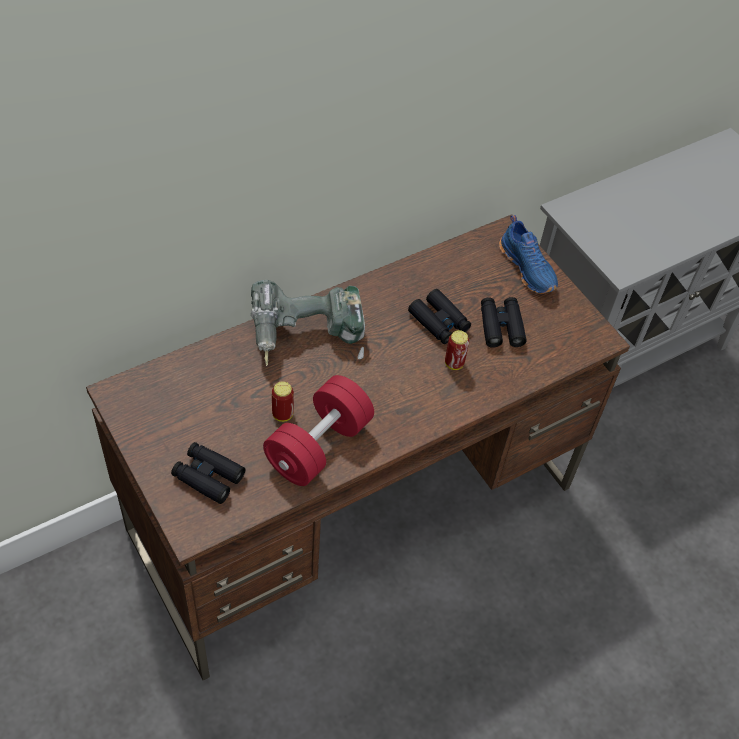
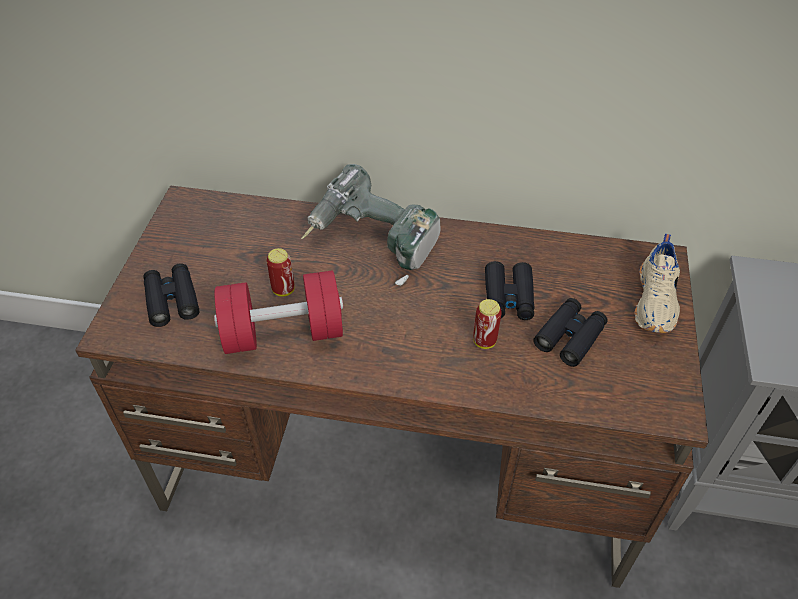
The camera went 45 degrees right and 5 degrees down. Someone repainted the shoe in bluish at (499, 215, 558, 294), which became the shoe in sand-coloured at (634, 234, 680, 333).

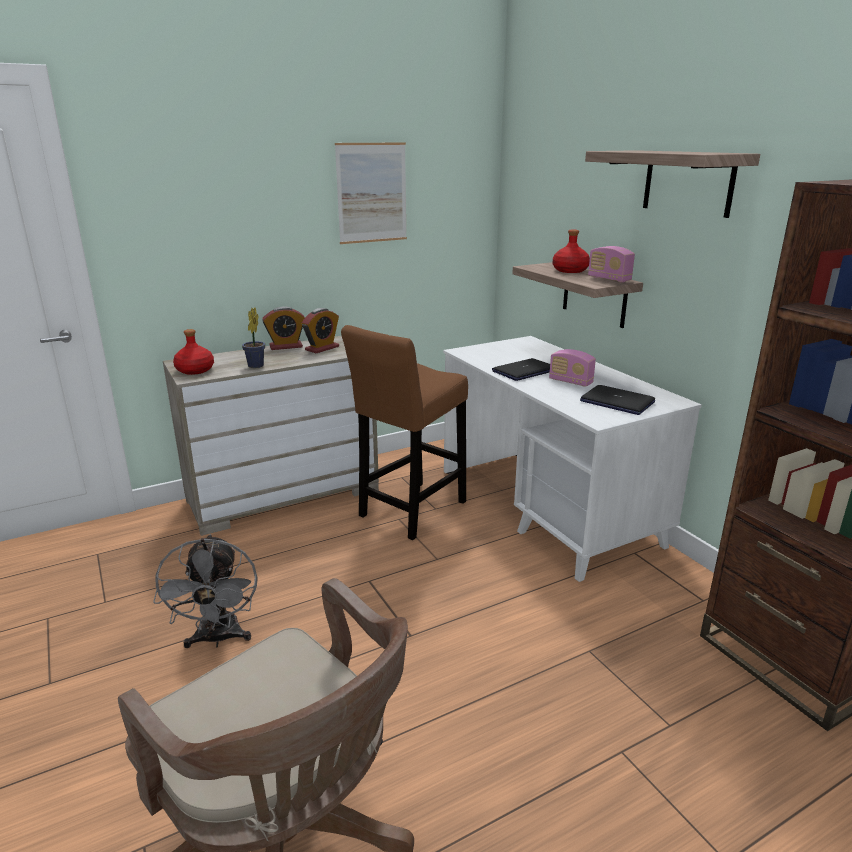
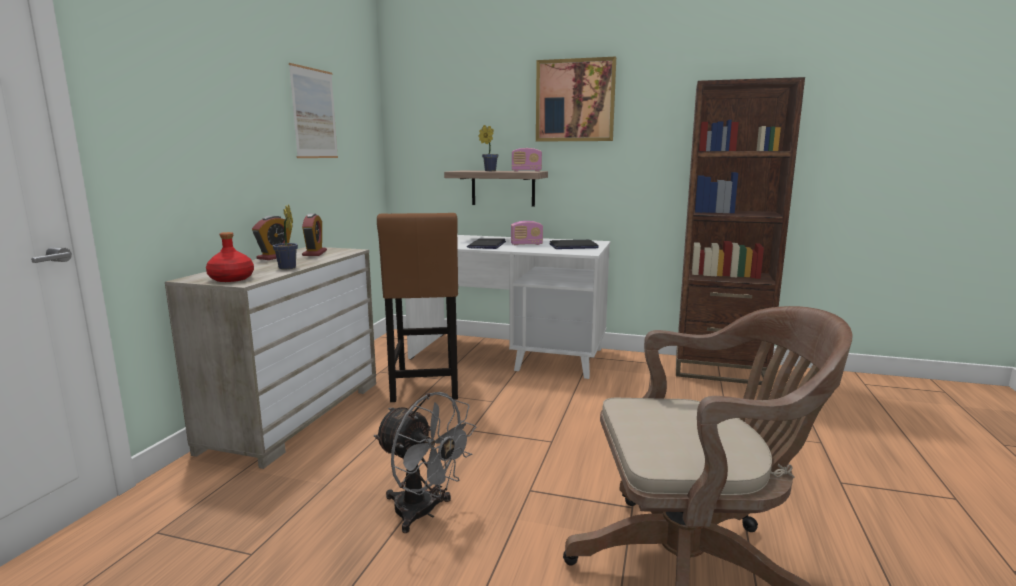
The camera went 45 degrees left and 10 degrees down. Someone swapped the bottle in red at (553, 230, 590, 273) for the houseplant at (478, 125, 499, 171). Someone swapped the bracket shelf at (585, 150, 760, 218) for the wall art at (536, 57, 616, 142).

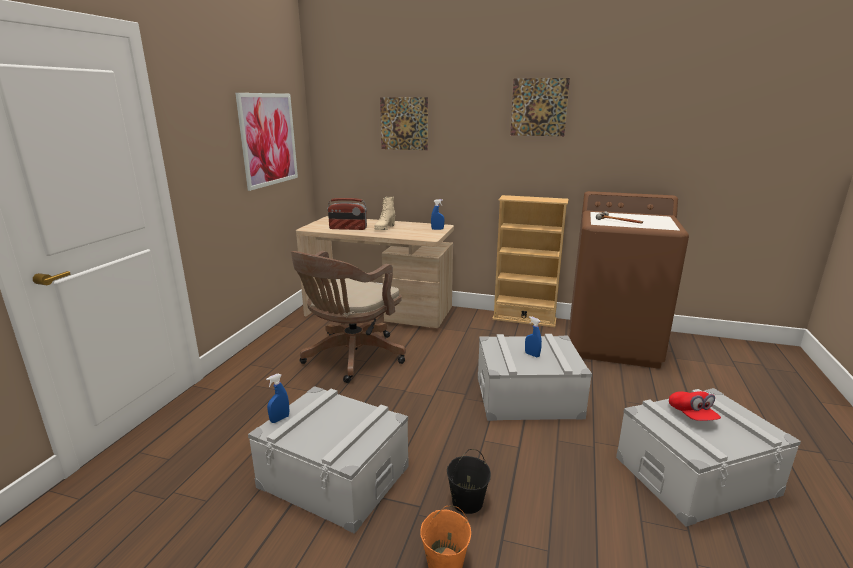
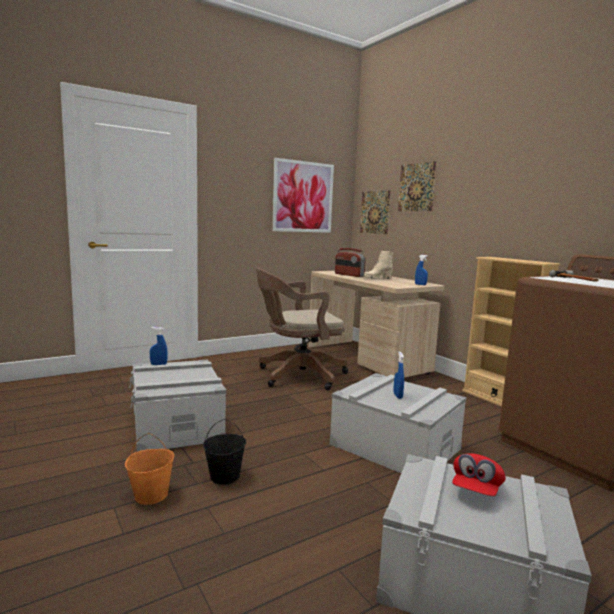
The camera went 40 degrees right and 10 degrees down. Someone carried the wall art from (510, 78, 570, 136) to (360, 190, 391, 234).

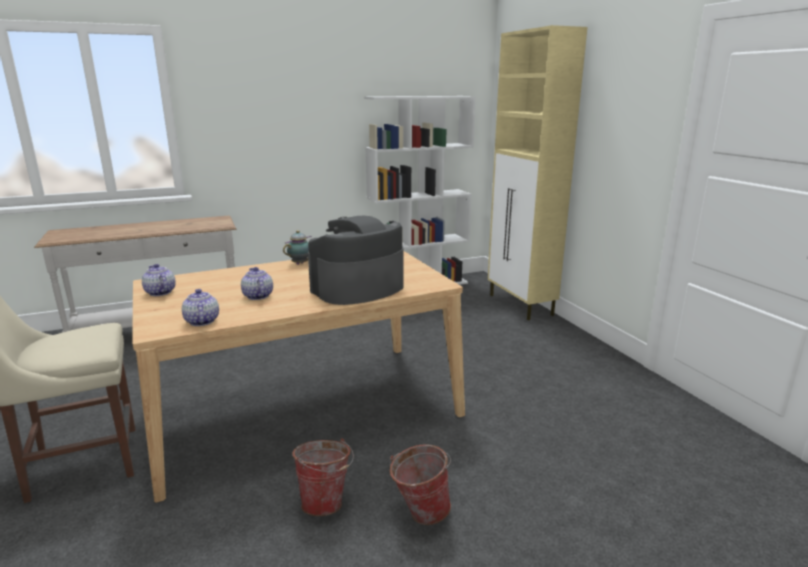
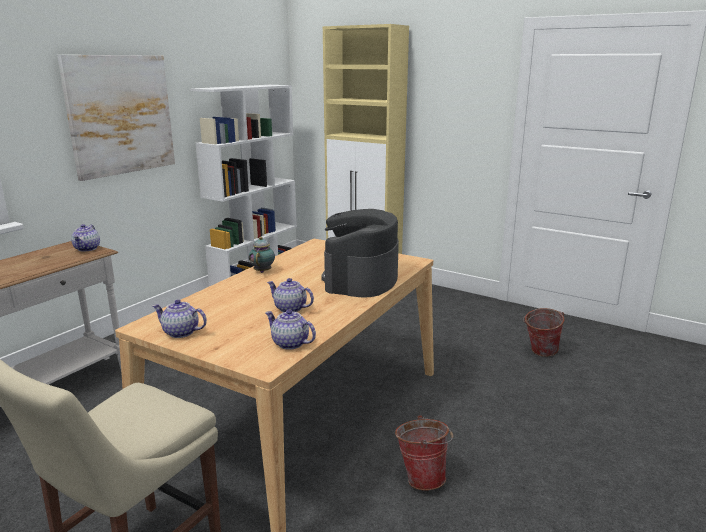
The camera went 35 degrees left and 0 degrees up. Someone carried the pail from (390, 444, 451, 525) to (523, 308, 565, 357). Someone put up the wall art at (57, 55, 175, 181). Someone put down the teapot at (71, 224, 100, 251).

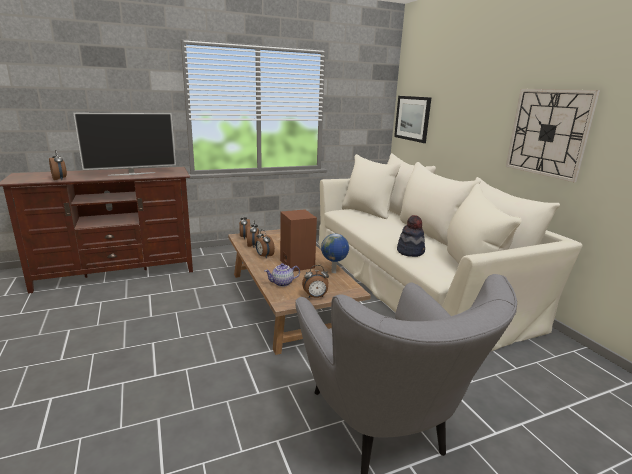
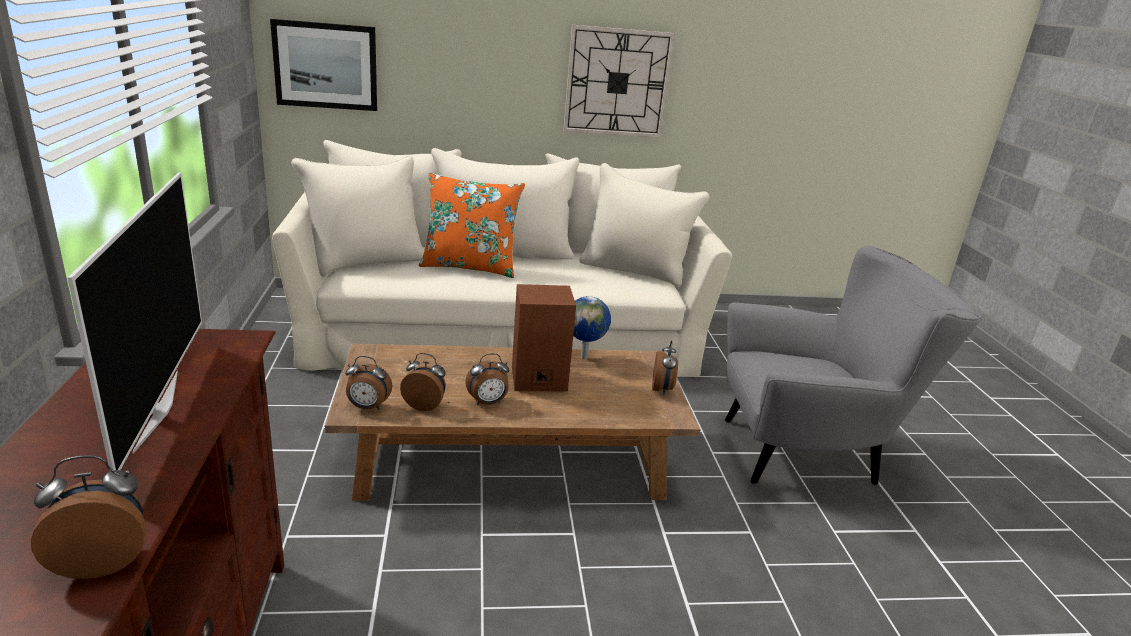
The camera went 75 degrees left and 5 degrees up. Someone took away the teapot at (265, 263, 300, 287). Someone took away the wearable hat at (397, 215, 425, 257). Someone put down the throw pillow in orange-coloured at (419, 173, 525, 278).

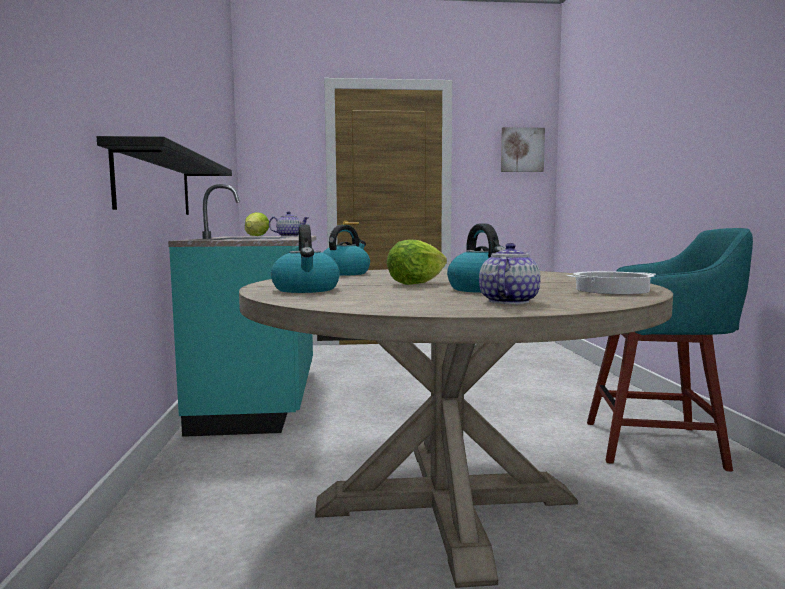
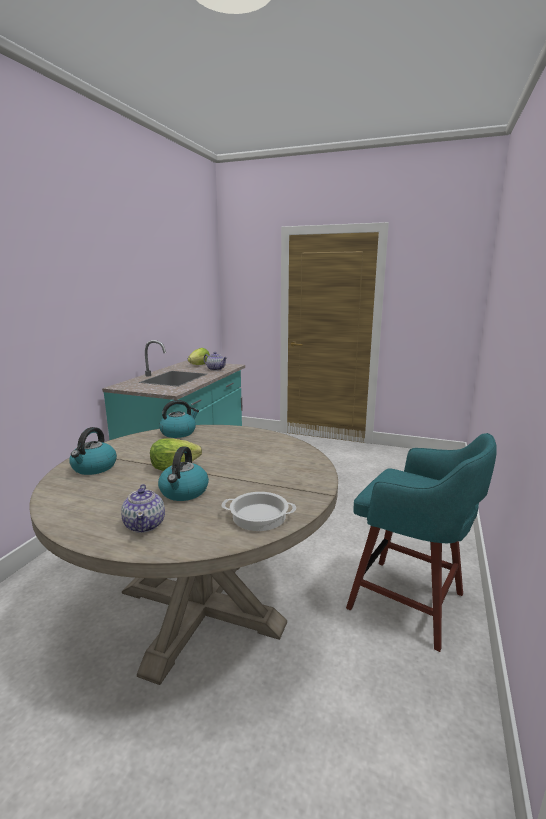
The camera went 25 degrees right and 10 degrees up. Someone took away the bracket shelf in blackish at (97, 136, 232, 215). Someone rotated the teapot at (479, 243, 541, 304) by 120 degrees clockwise. Someone took away the wall art at (501, 127, 545, 172).

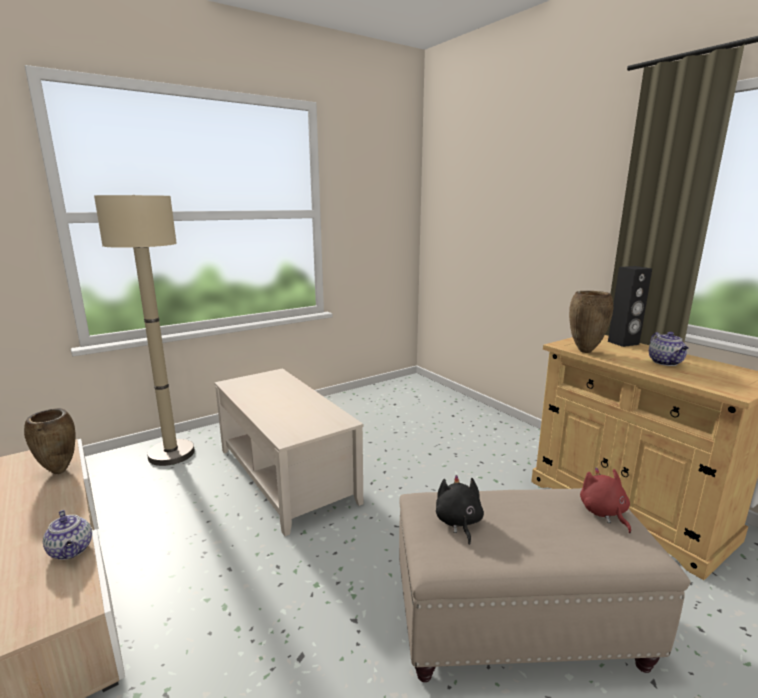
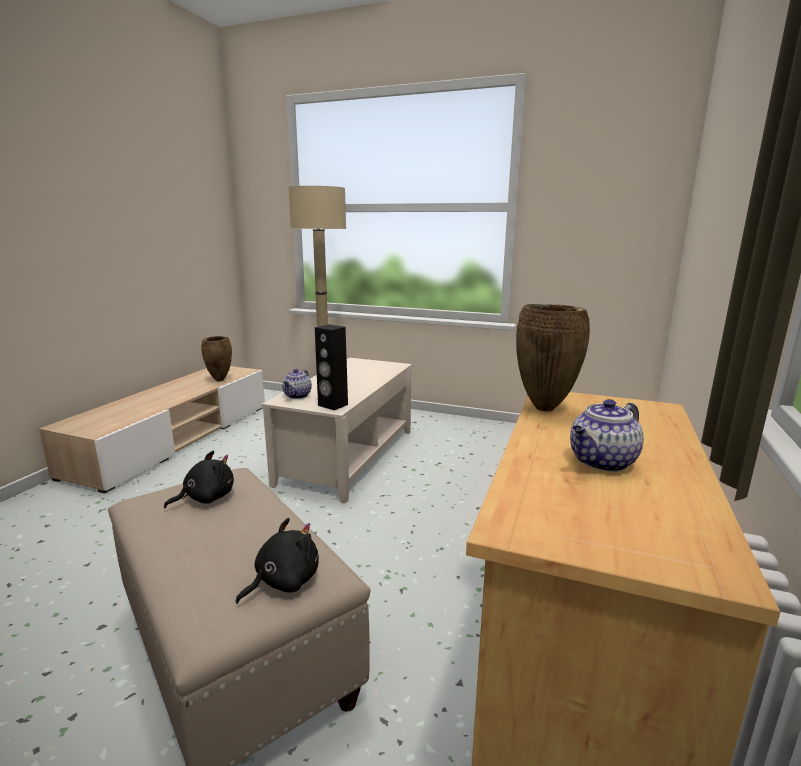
The camera went 55 degrees right and 0 degrees up. Someone carried the teapot from (43, 510, 92, 560) to (282, 369, 312, 399). Someone repainted the plush toy in red at (580, 467, 631, 533), which became the plush toy in blackish at (236, 518, 319, 604). Someone carried the audio speaker in blackish from (608, 266, 652, 347) to (315, 324, 348, 410).

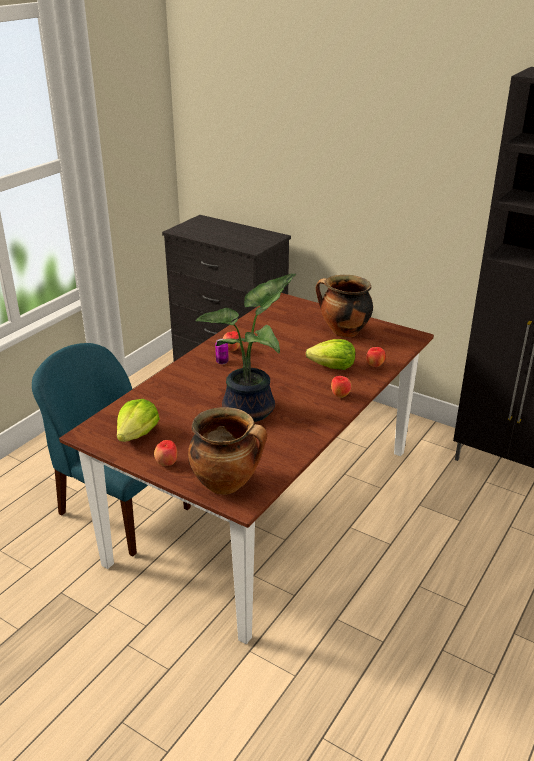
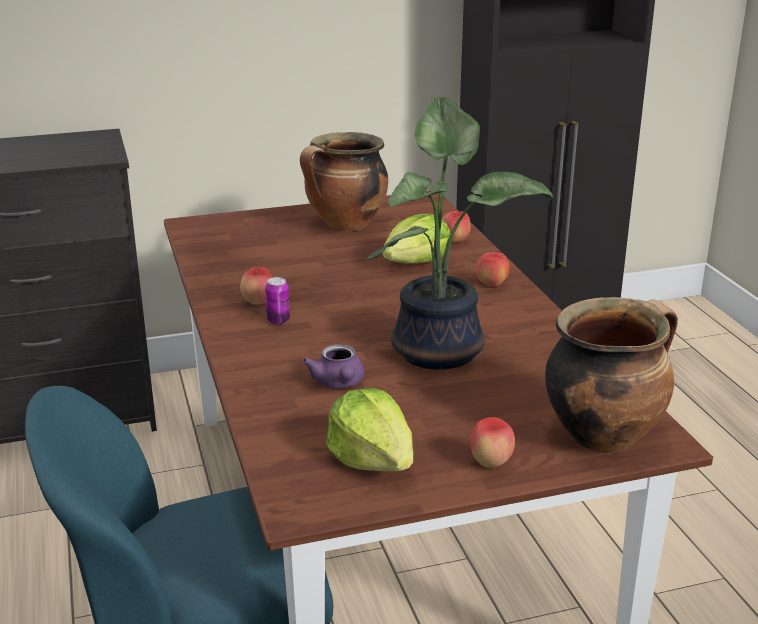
The camera went 50 degrees left and 5 degrees down. Someone put down the teapot in purple at (303, 344, 364, 388).

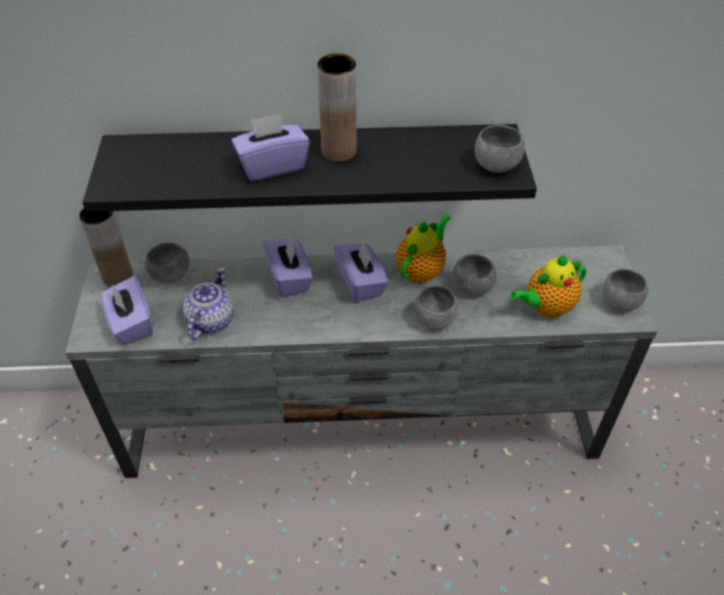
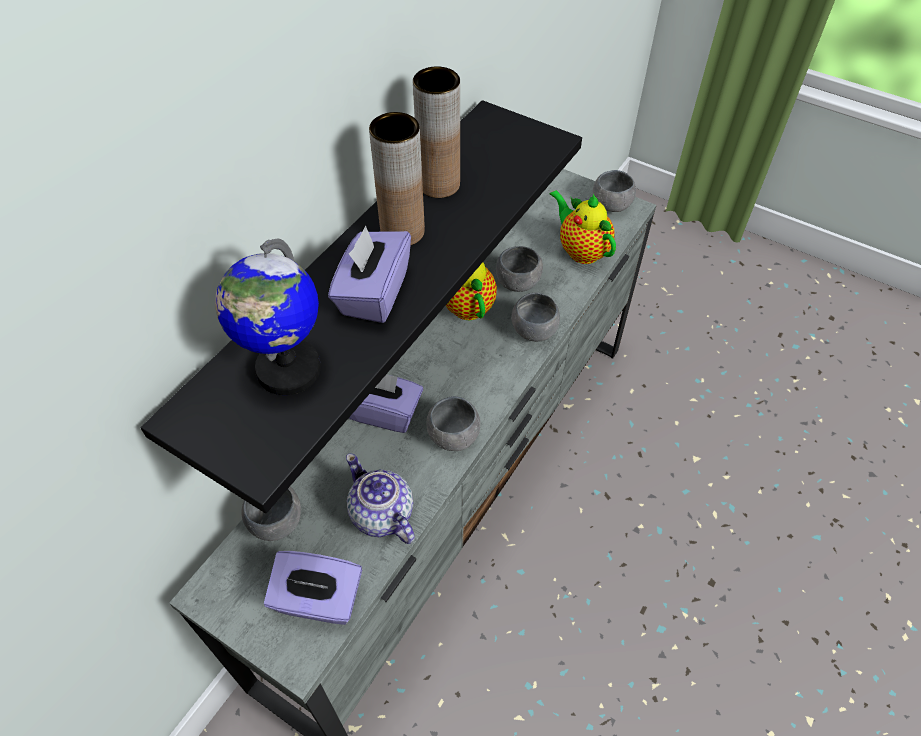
The camera went 55 degrees left and 5 degrees up. Someone carried the decorative vase in brown from (79, 208, 133, 287) to (413, 66, 460, 198). Someone took away the tissue holder in purple at (334, 241, 389, 302). Someone carried the deep dish in greyish from (475, 125, 525, 173) to (427, 396, 480, 451). Someone rotated the teapot at (510, 255, 586, 317) by 135 degrees clockwise. Someone put down the world globe at (215, 238, 321, 395).

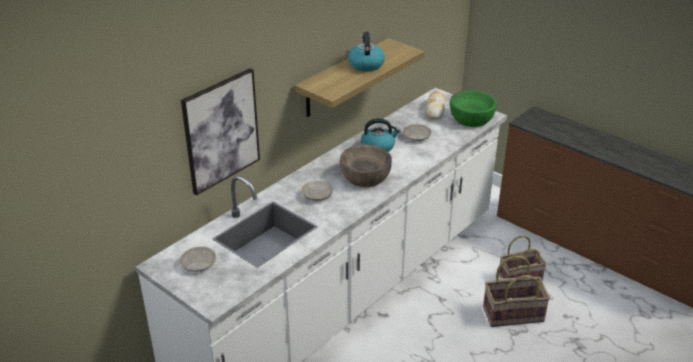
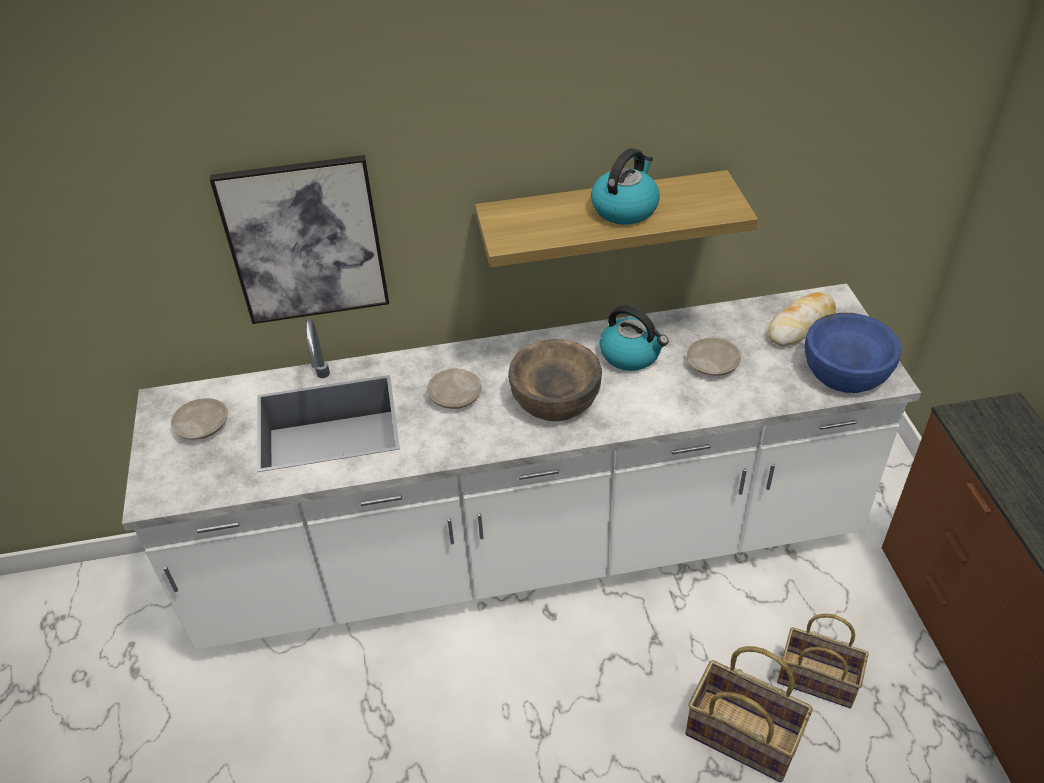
The camera went 40 degrees right and 10 degrees up. Someone repainted the deep dish in greenish at (450, 90, 497, 127), which became the deep dish in bluish at (804, 313, 901, 393).

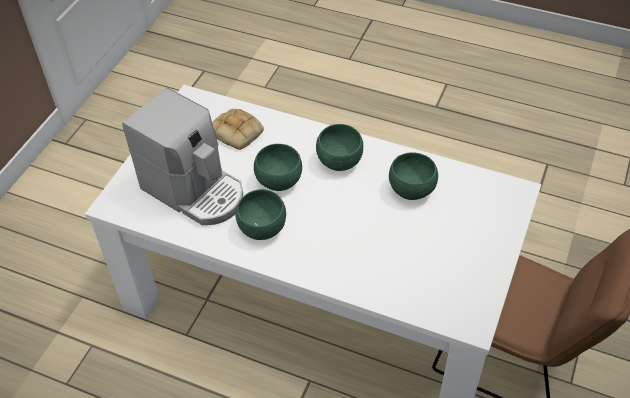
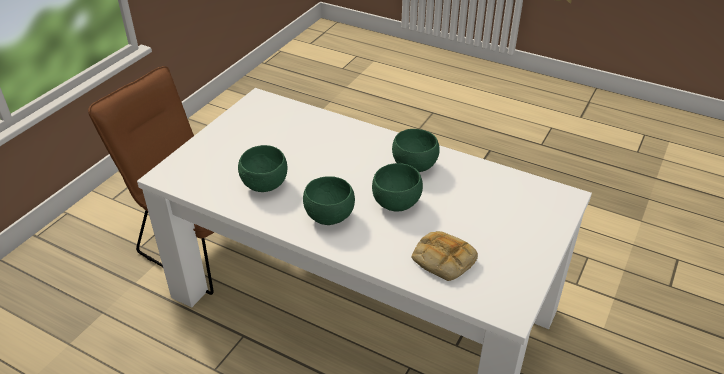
The camera went 175 degrees left and 10 degrees down. Someone took away the coffee maker at (122, 88, 243, 225).

